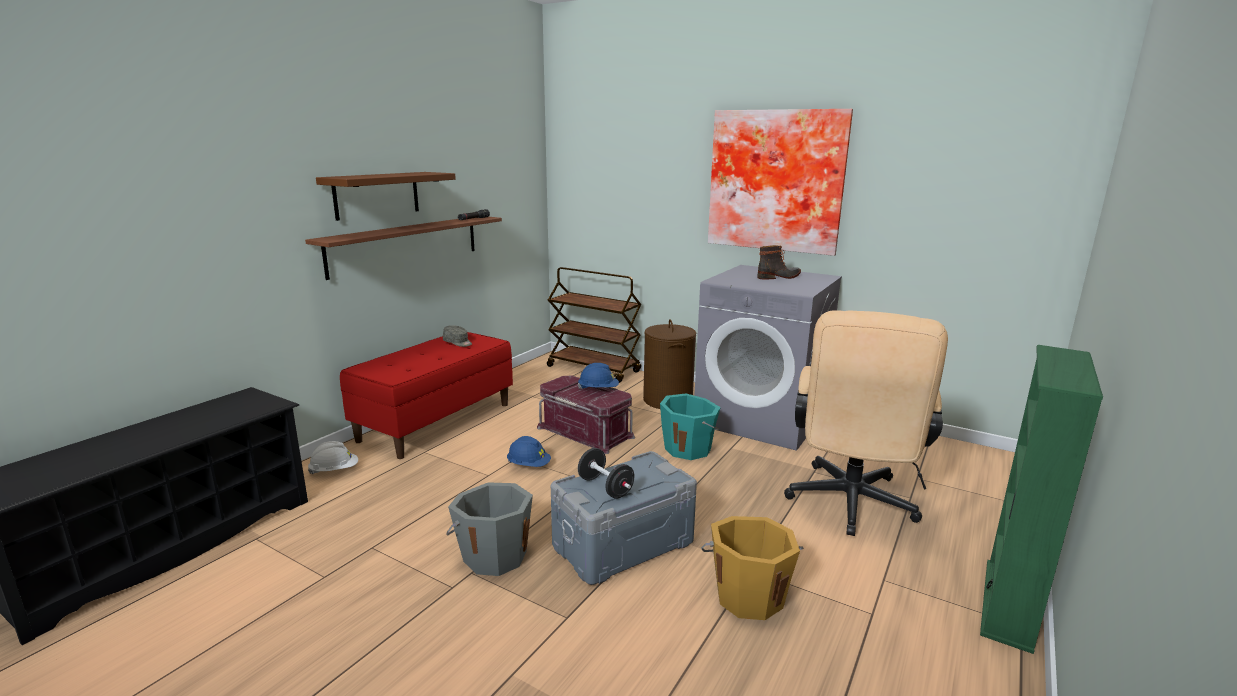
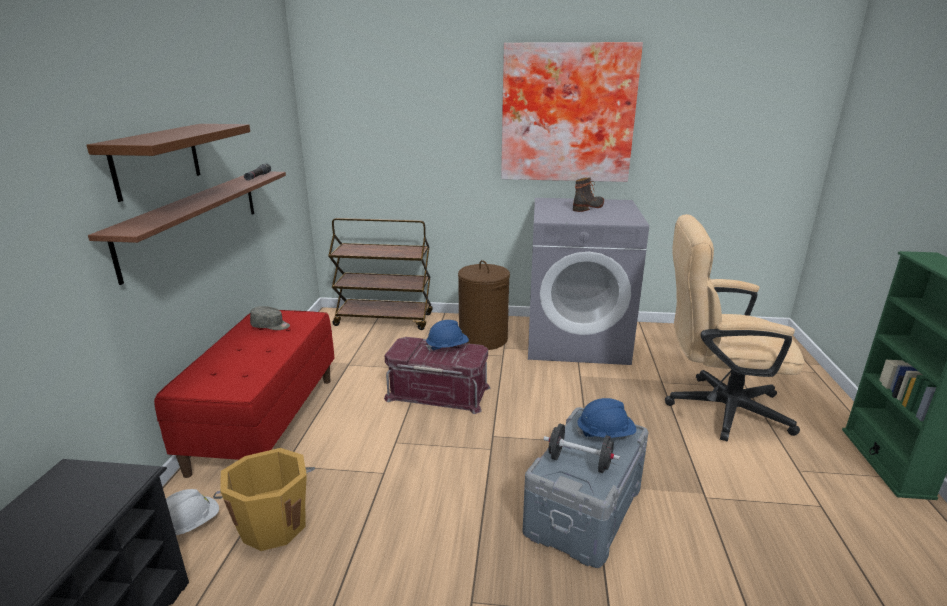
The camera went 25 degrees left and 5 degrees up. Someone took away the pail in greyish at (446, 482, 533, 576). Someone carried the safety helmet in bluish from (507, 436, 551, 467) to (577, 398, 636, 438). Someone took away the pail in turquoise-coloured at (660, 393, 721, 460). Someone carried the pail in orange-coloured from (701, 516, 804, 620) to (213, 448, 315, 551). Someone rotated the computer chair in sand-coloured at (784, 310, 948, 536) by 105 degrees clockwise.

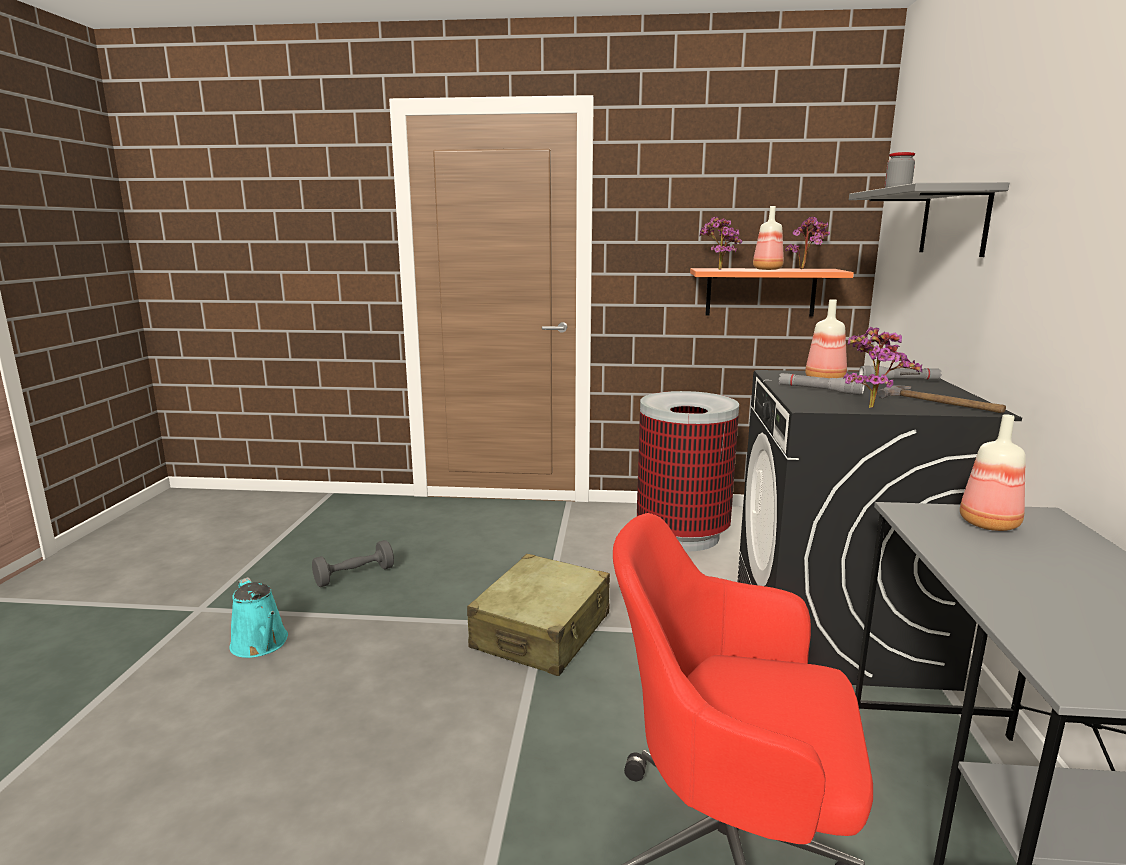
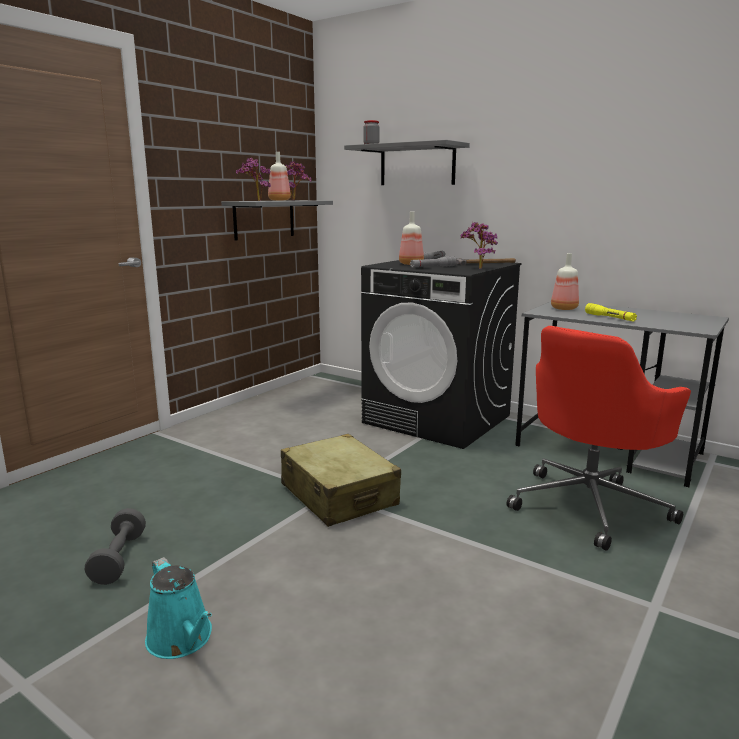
The camera went 60 degrees left and 0 degrees up. Someone rotated the watering can in turquoise-coloured at (230, 577, 288, 658) by 60 degrees clockwise. Someone took away the trash can at (637, 391, 739, 551). Someone repainted the bracket shelf in orange-coloured at (690, 268, 854, 317), which became the bracket shelf in greyish at (221, 200, 333, 241). Someone put down the hand torch in yellowish at (585, 303, 637, 322).

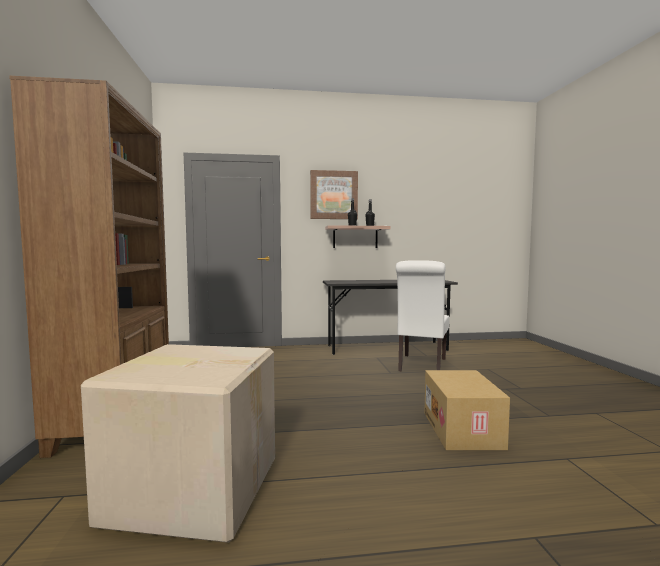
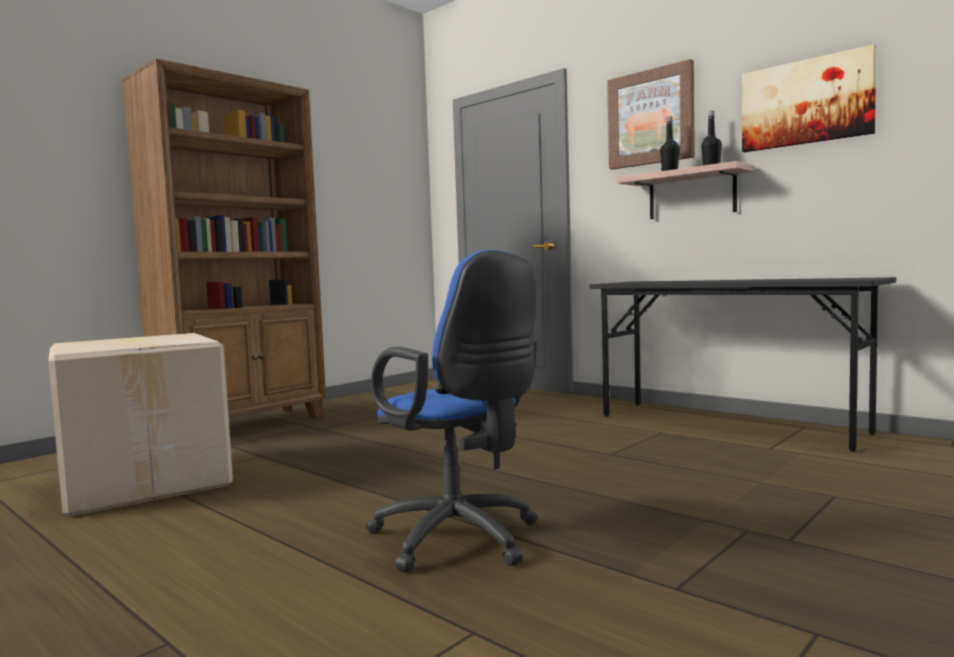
The camera went 50 degrees right and 0 degrees up. Someone took away the upright chair in whitish at (396, 260, 450, 371). Someone swapped the carton at (424, 370, 510, 450) for the computer chair in bluish at (366, 250, 537, 572). Someone put up the wall art at (742, 44, 877, 152).

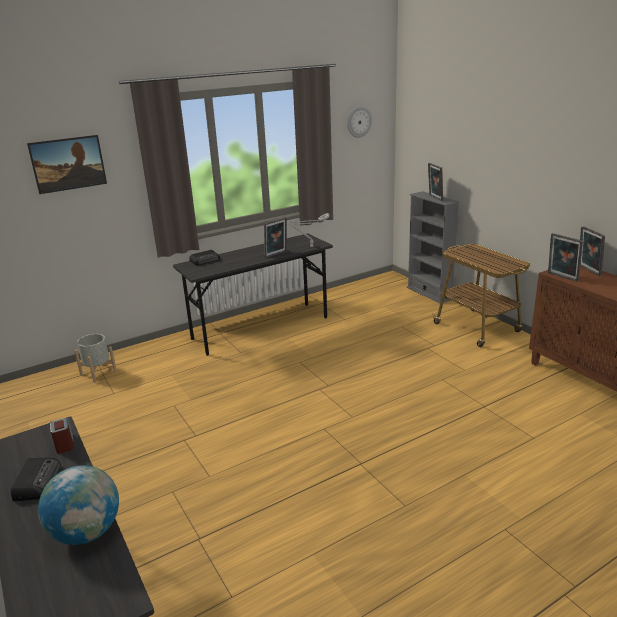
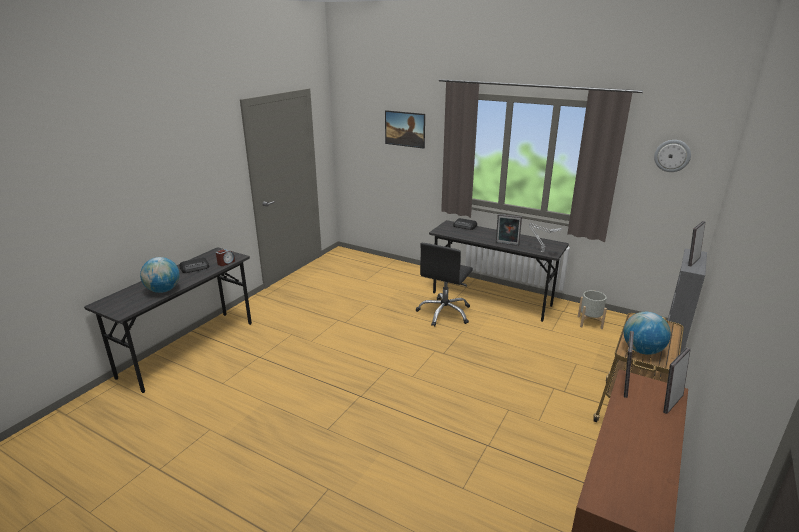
The camera went 60 degrees right and 0 degrees up. Someone carried the plant pot in greyish from (74, 334, 117, 382) to (578, 290, 607, 329). Someone put down the computer chair in blackish at (416, 243, 473, 327). Someone put down the world globe at (624, 312, 671, 355).

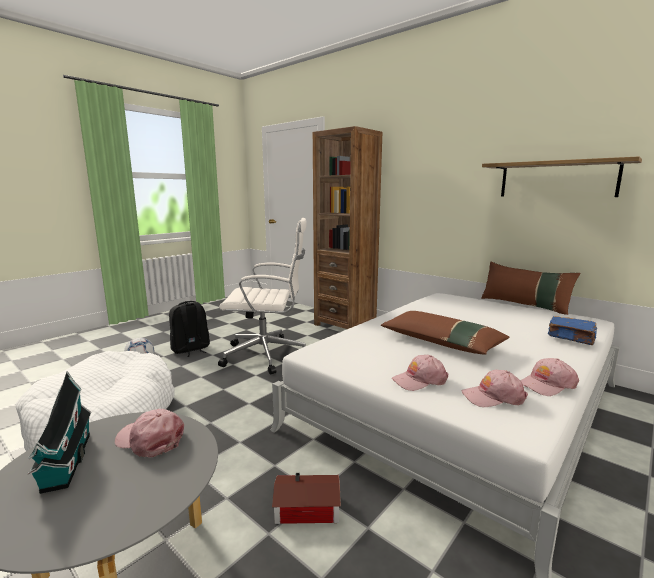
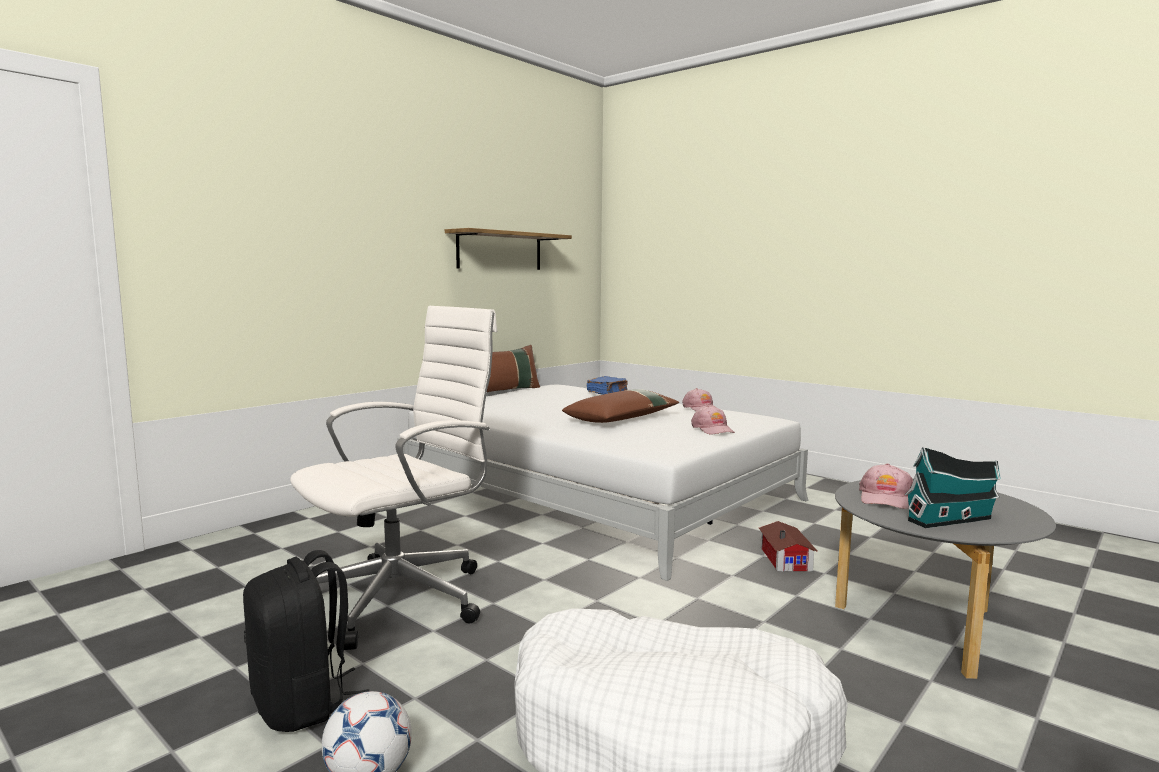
The camera went 90 degrees left and 5 degrees down. Someone rotated the computer chair in whitish at (218, 217, 307, 375) by 45 degrees clockwise. Someone took away the bookshelf in brown at (313, 126, 382, 329). Someone took away the baseball cap in pink at (462, 370, 528, 407).

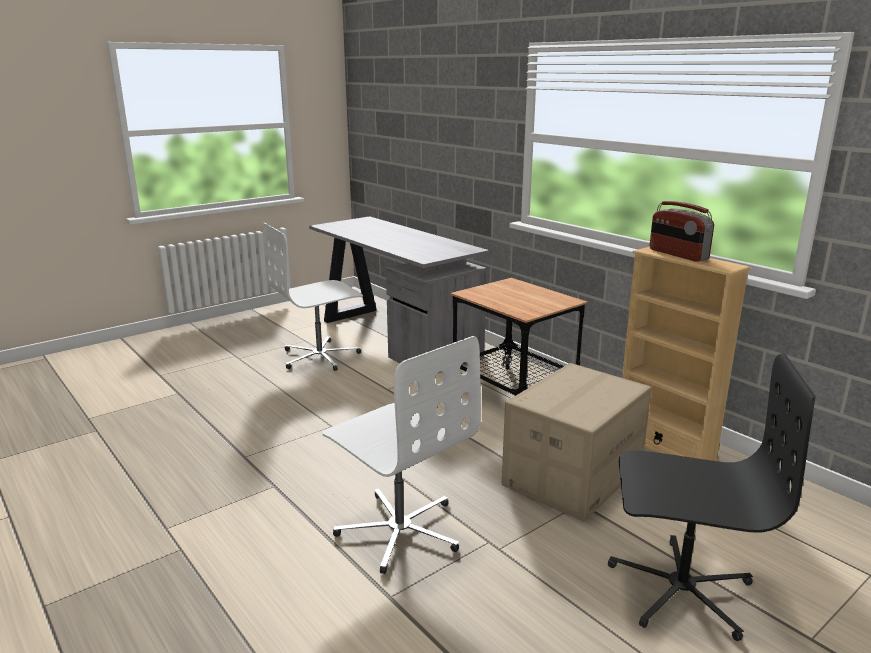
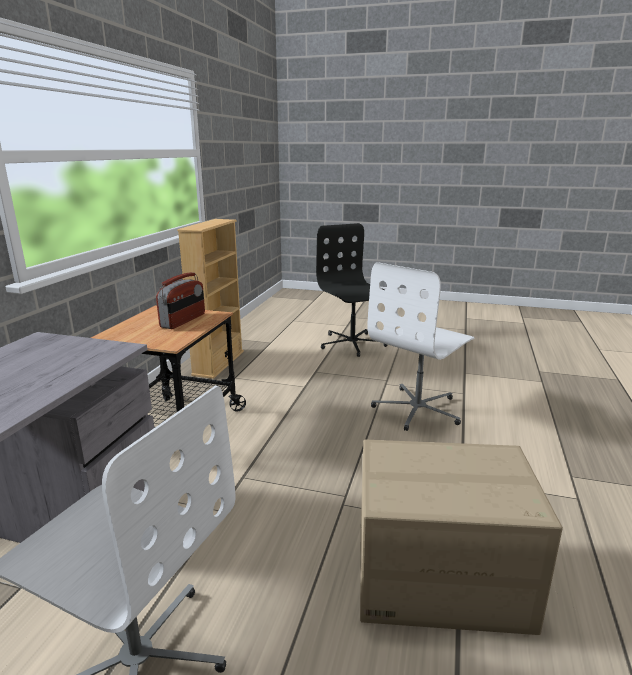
The camera went 125 degrees left and 0 degrees up. Someone rotated the computer chair in whitish at (322, 336, 481, 574) by 150 degrees counterclockwise. Someone carried the carton from (502, 363, 652, 521) to (360, 440, 563, 635). Someone carried the radio set from (650, 201, 714, 262) to (156, 272, 205, 329).

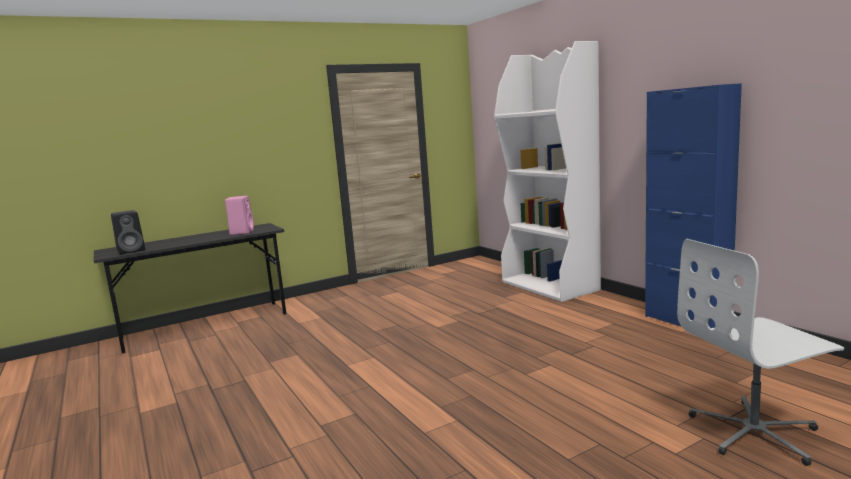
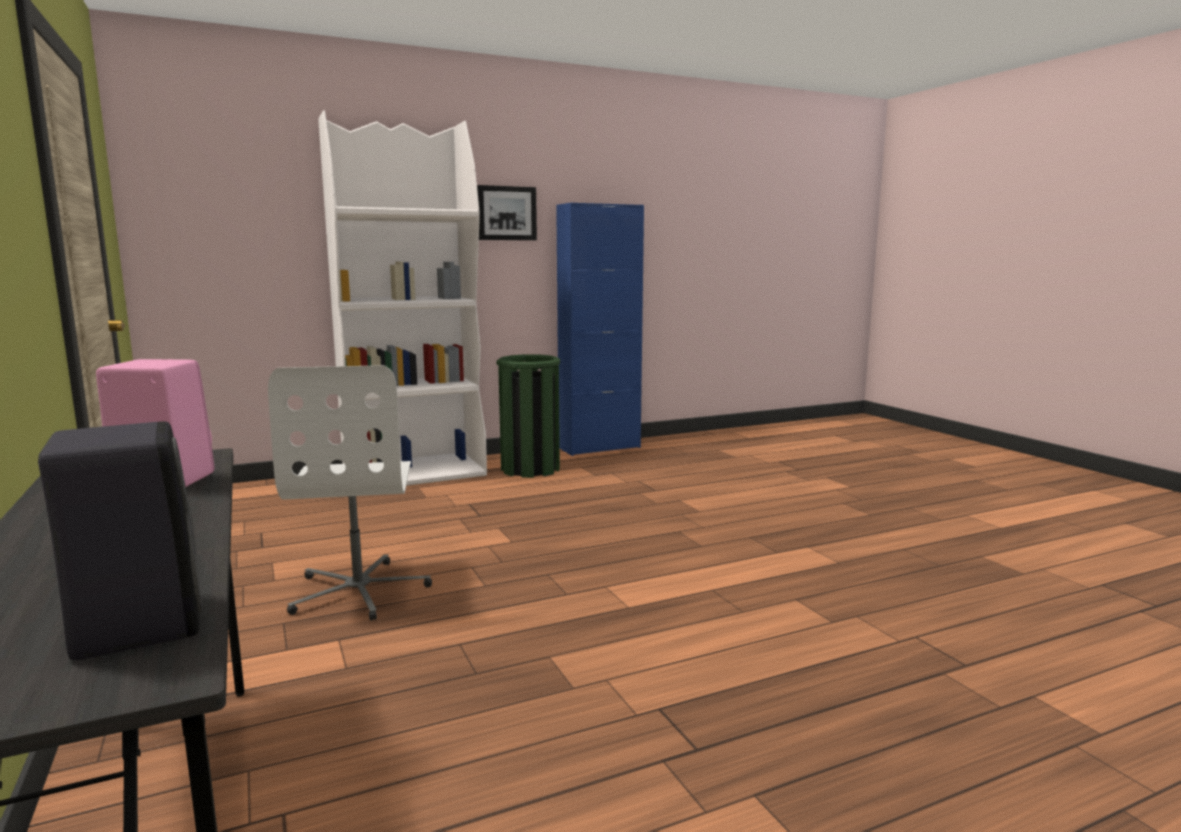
The camera went 85 degrees left and 0 degrees up. Someone carried the computer chair in whitish from (677, 239, 844, 466) to (268, 365, 432, 621). Someone put up the wall art at (477, 185, 537, 240). Someone put down the trash can in greenish at (497, 354, 560, 478).

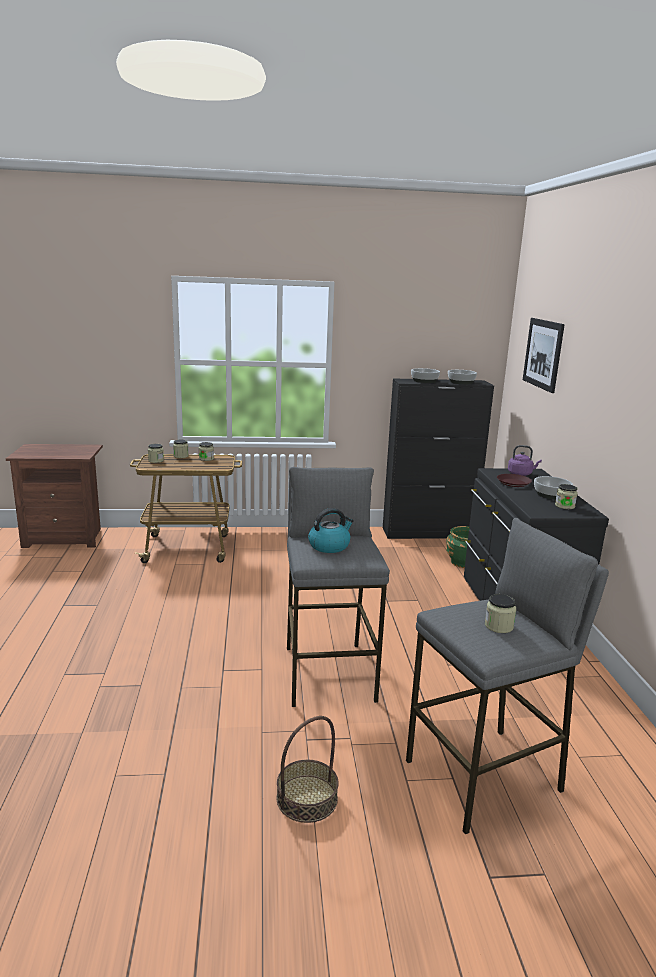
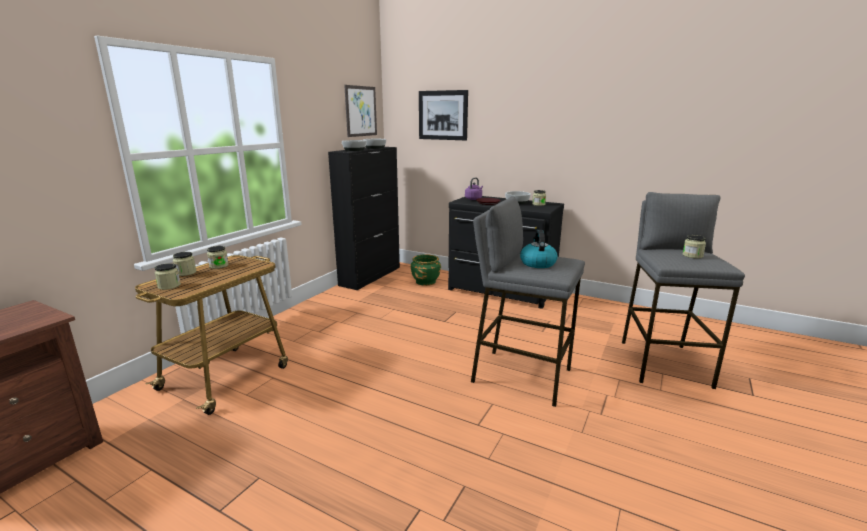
The camera went 55 degrees left and 0 degrees up. Someone took away the household basket at (276, 716, 339, 823). Someone put up the wall art at (344, 85, 377, 137).

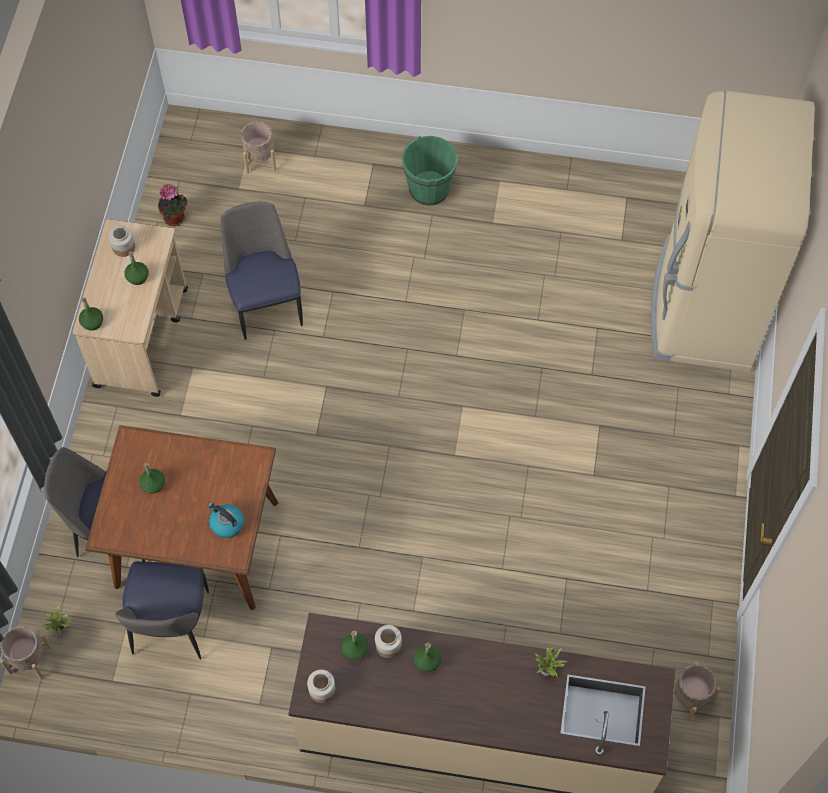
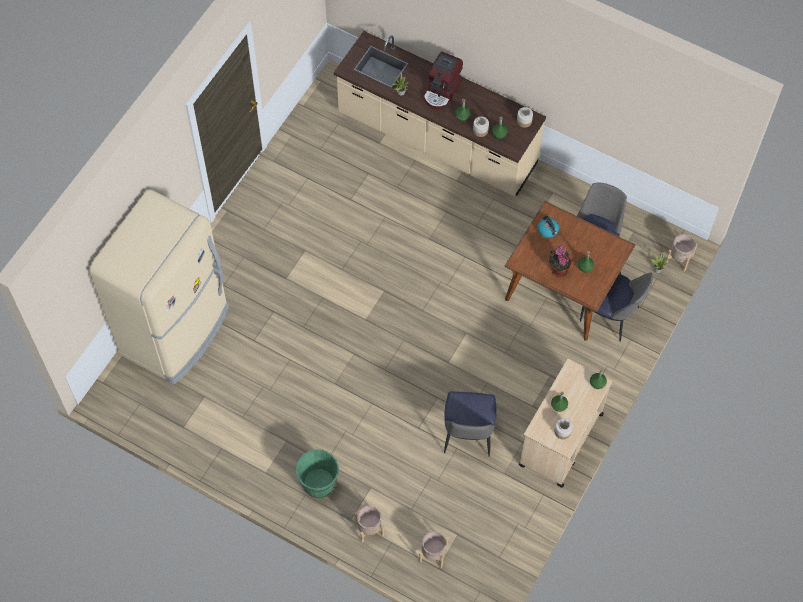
The camera went 160 degrees left and 0 degrees up. Someone carried the houseplant from (158, 184, 187, 226) to (549, 246, 571, 277). Someone carried the plant pot in sand-coloured from (674, 662, 721, 721) to (354, 506, 384, 543). Someone put down the coffee maker at (423, 51, 463, 109).

